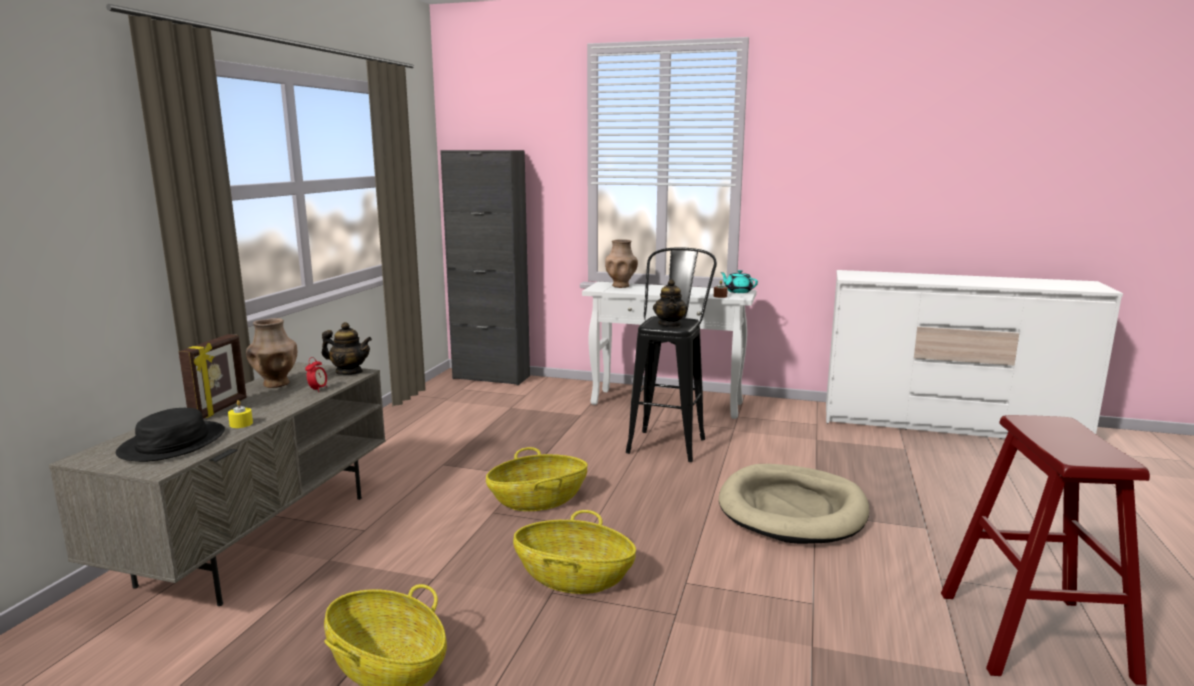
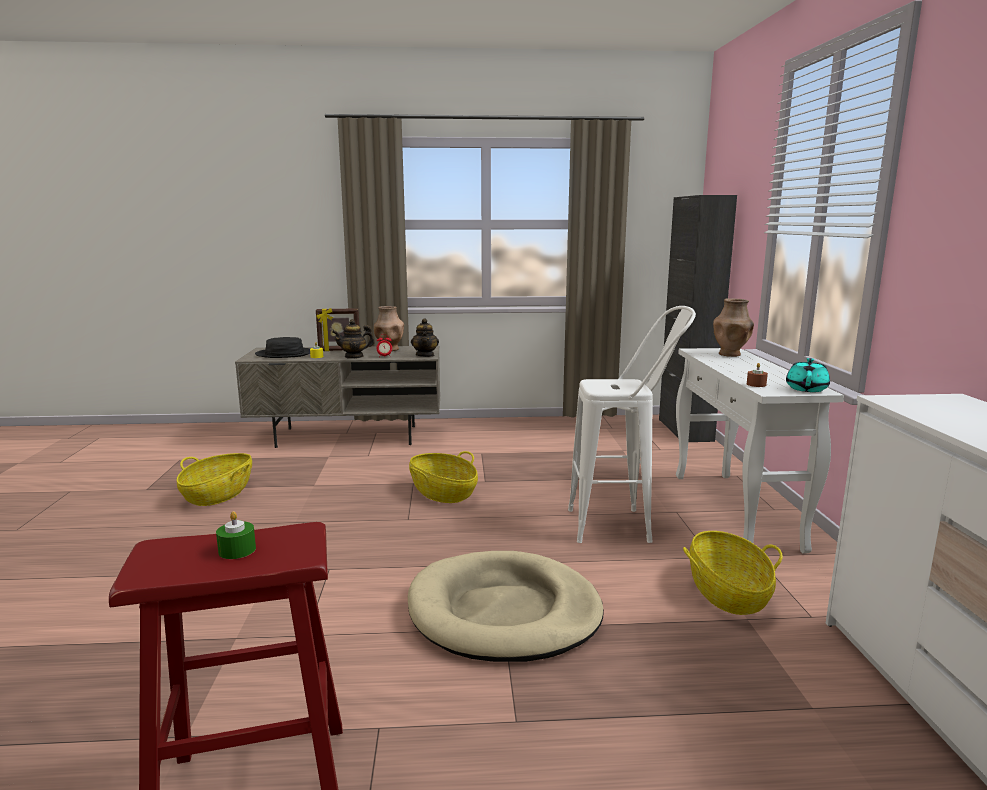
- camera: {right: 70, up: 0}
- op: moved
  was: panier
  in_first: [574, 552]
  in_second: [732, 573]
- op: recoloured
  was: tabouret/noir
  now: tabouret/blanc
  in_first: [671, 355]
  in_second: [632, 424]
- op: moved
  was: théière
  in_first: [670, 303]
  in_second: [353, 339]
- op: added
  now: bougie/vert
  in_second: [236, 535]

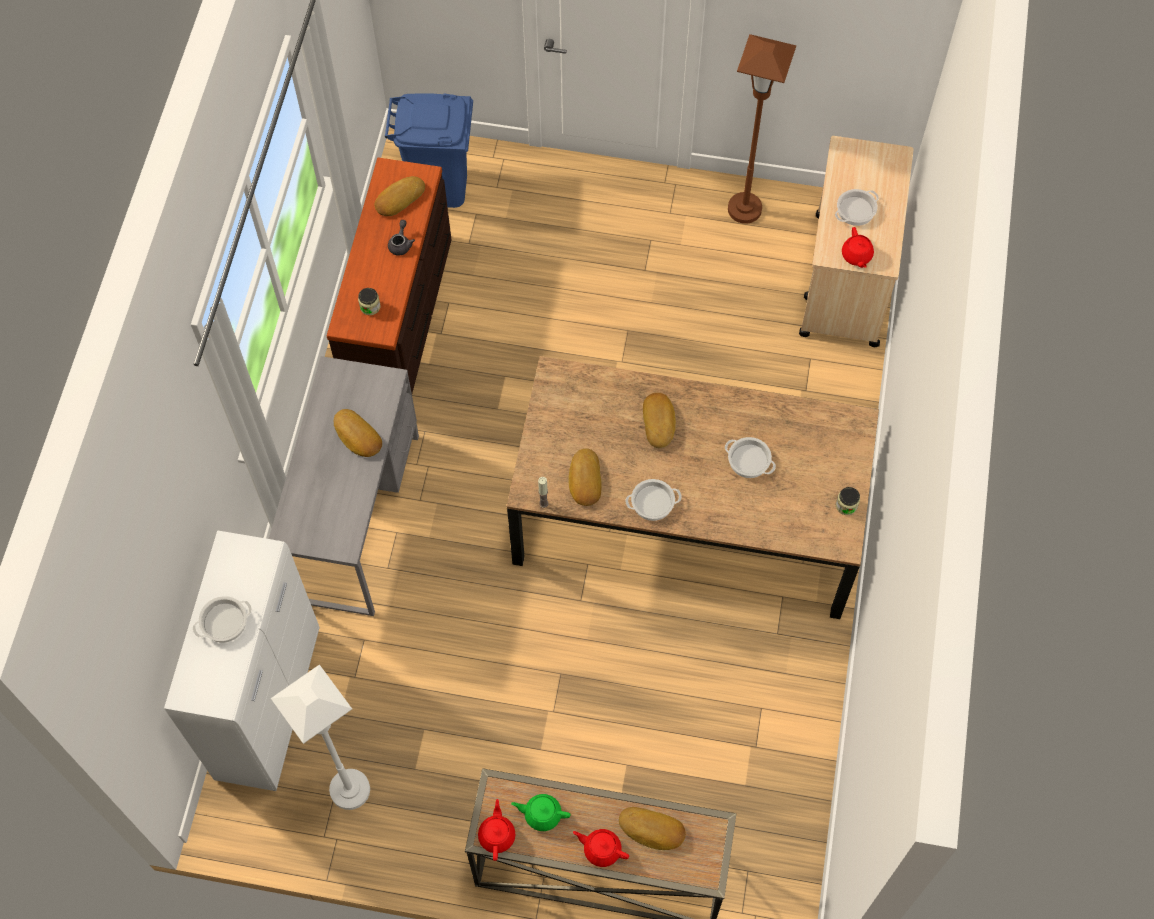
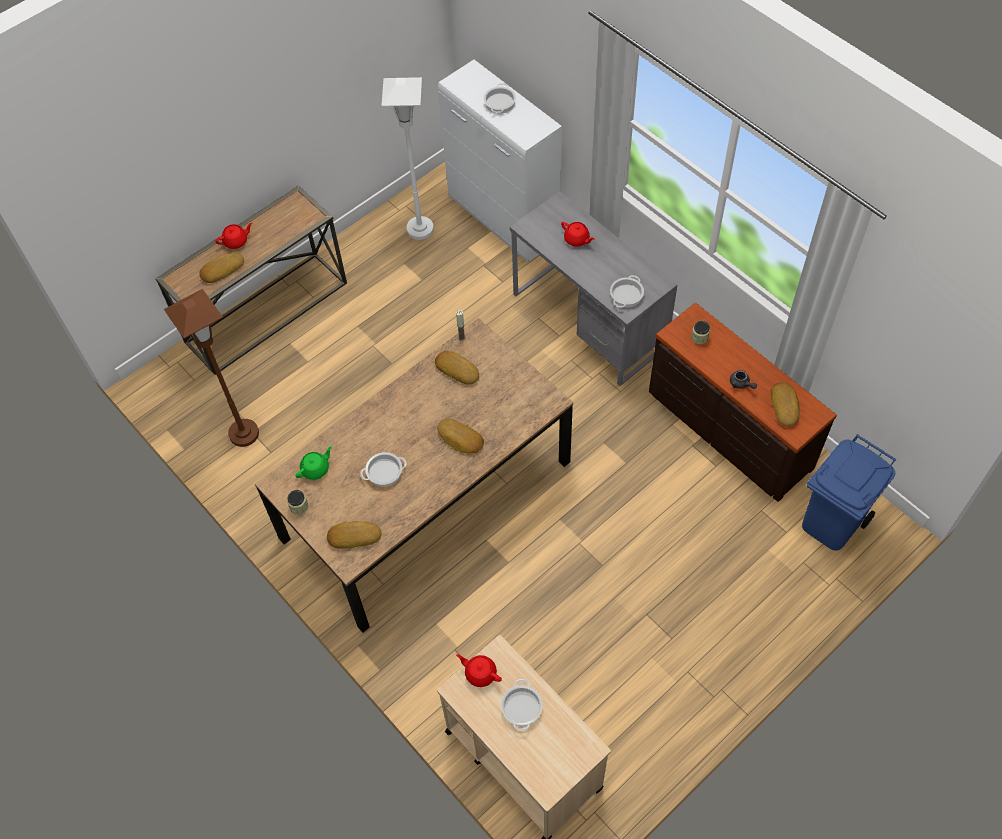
- camera: {right: 130, up: -5}
- op: moved
  was: pain
  in_first: [358, 433]
  in_second: [354, 535]
- op: moved
  was: théière/rouge
  in_first: [496, 830]
  in_second: [578, 234]
- op: moved
  was: théière/vert
  in_first: [541, 812]
  in_second: [313, 463]
- op: moved
  was: marmite
  in_first: [653, 500]
  in_second: [627, 291]
- op: moved
  was: lampadaire/marron
  in_first: [762, 129]
  in_second: [211, 368]

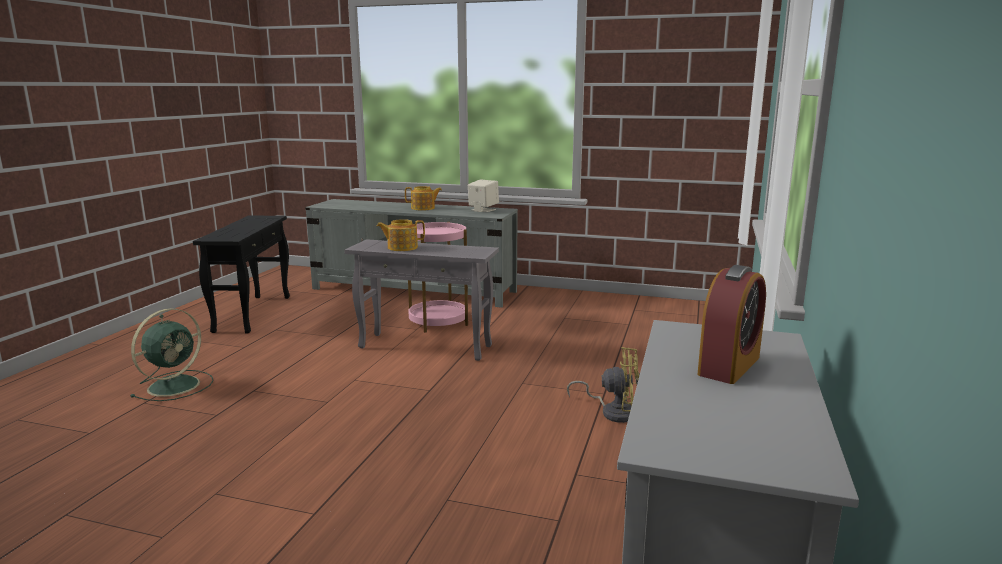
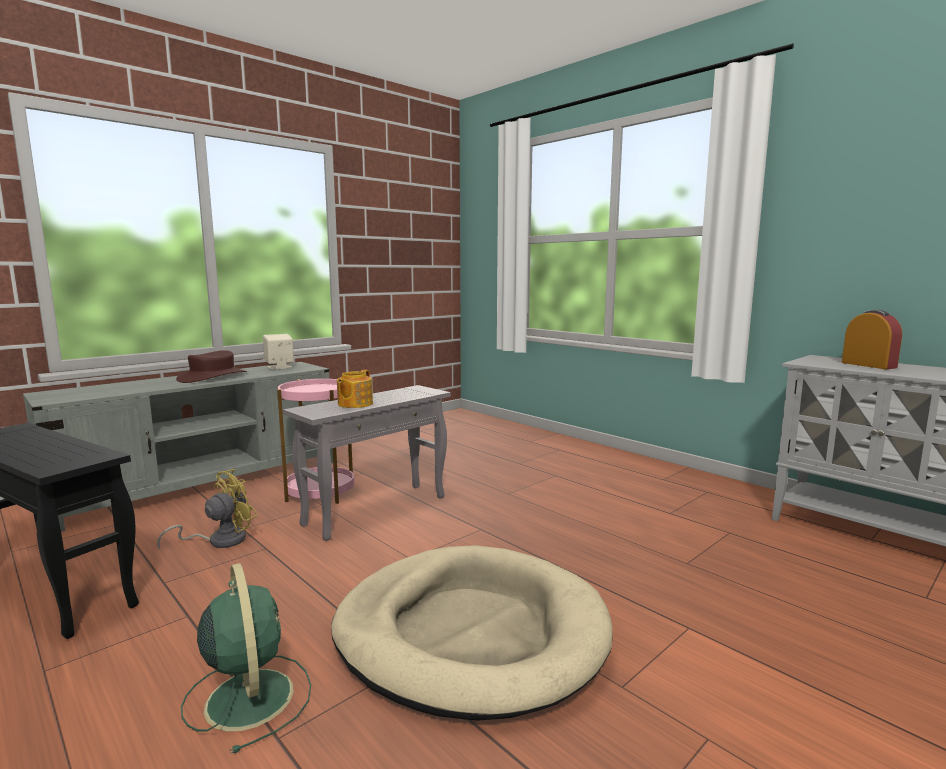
- camera: {right: -60, up: -5}
- op: replaced
  was: théière
  now: chapeau/marron
  in_first: [423, 198]
  in_second: [211, 366]
- op: moved
  was: ventilateur/jaune
  in_first: [603, 385]
  in_second: [207, 509]
- op: added
  now: panier pour chien/beige
  in_second: [472, 633]

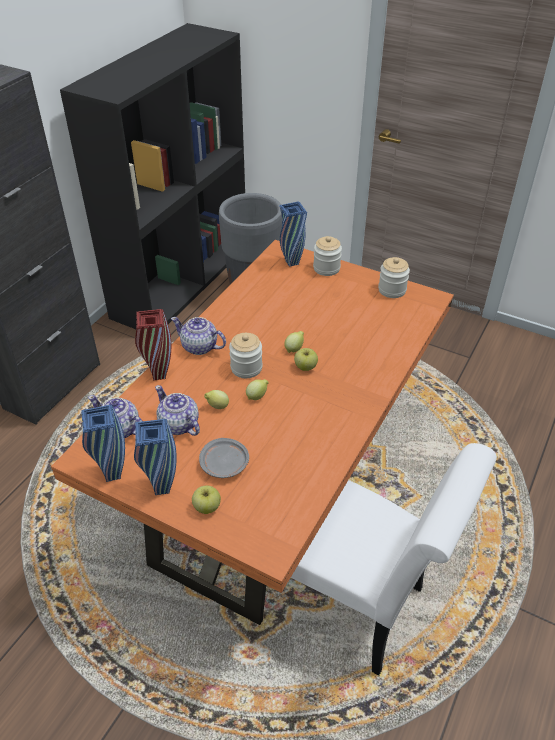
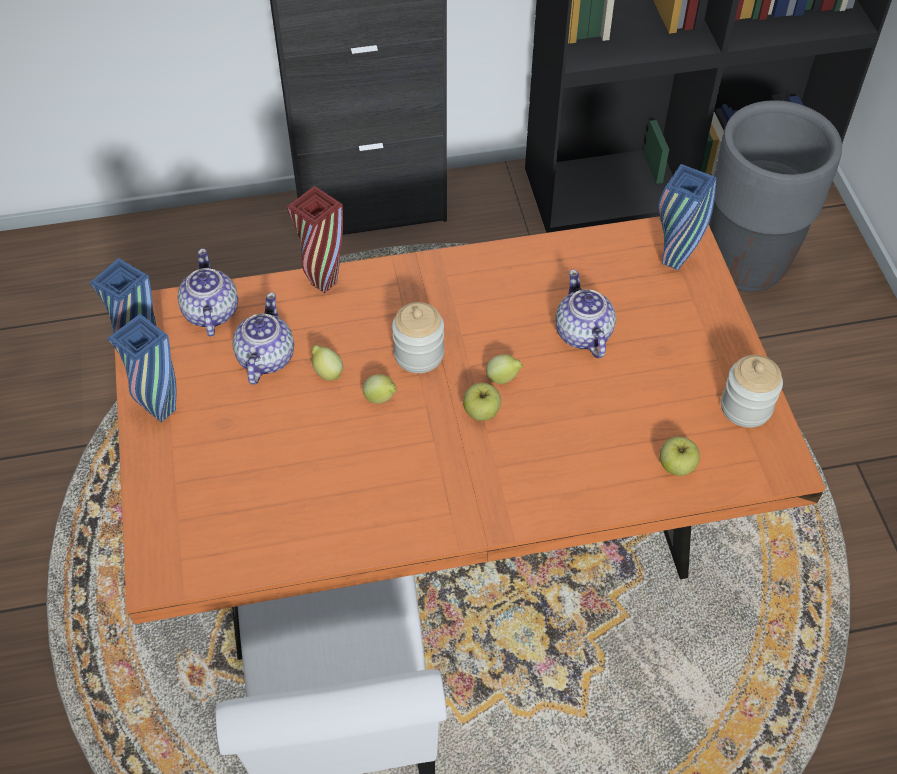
- camera: {right: 50, up: 10}
- op: moved
  was: théière
  in_first: [198, 336]
  in_second: [585, 314]
- op: moved
  was: pomme
  in_first: [206, 499]
  in_second: [680, 456]
- op: removed
  was: assiette/gris
  in_first: [224, 458]
- op: removed
  was: bocal
  in_first: [327, 256]

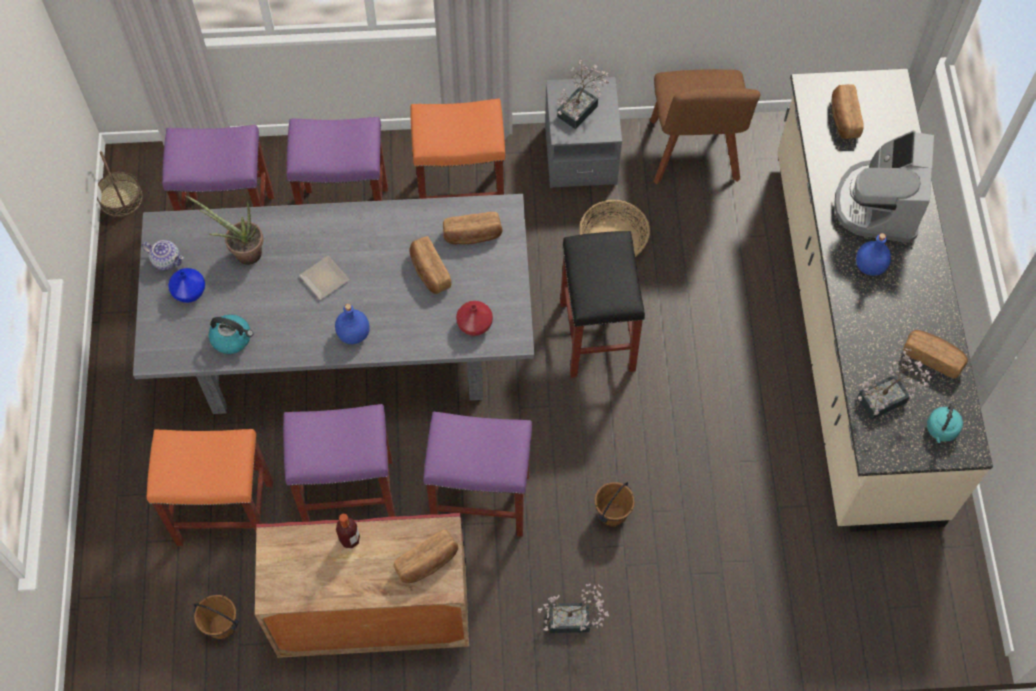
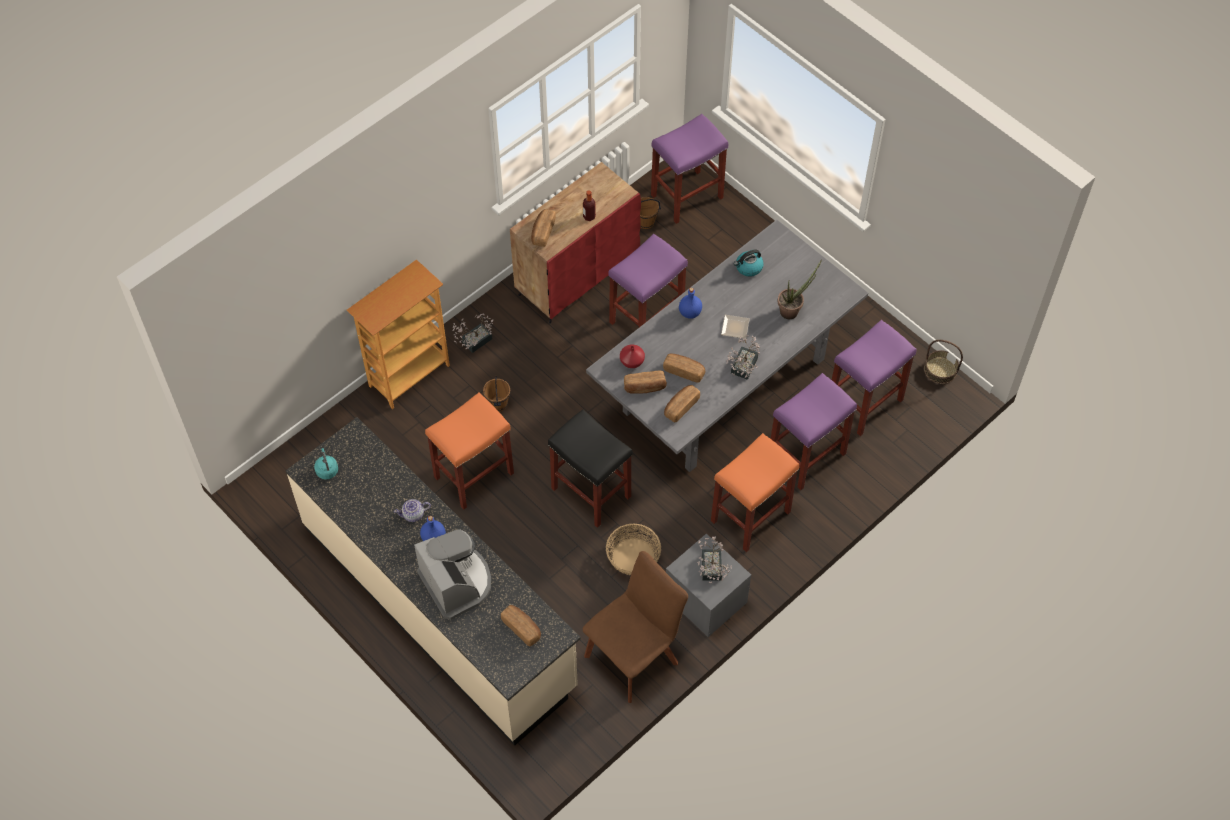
- camera: {right: 140, up: -5}
- op: moved
  was: théière
  in_first: [162, 255]
  in_second: [412, 510]
- op: moved
  was: tabouret/orange
  in_first: [210, 487]
  in_second: [469, 451]
- op: removed
  was: vase/bleu
  in_first: [186, 285]
- op: moved
  was: tabouret/violet
  in_first: [477, 474]
  in_second: [689, 169]
- op: turned
  was: chaise/marron
  in_first: [705, 126]
  in_second: [635, 627]
  clockwise: 90
- op: moved
  was: plante en pot
  in_first: [894, 384]
  in_second: [743, 357]
- op: moved
  was: pain
  in_first: [935, 354]
  in_second: [645, 382]
- op: added
  now: bibliothèque
  in_second: [398, 334]

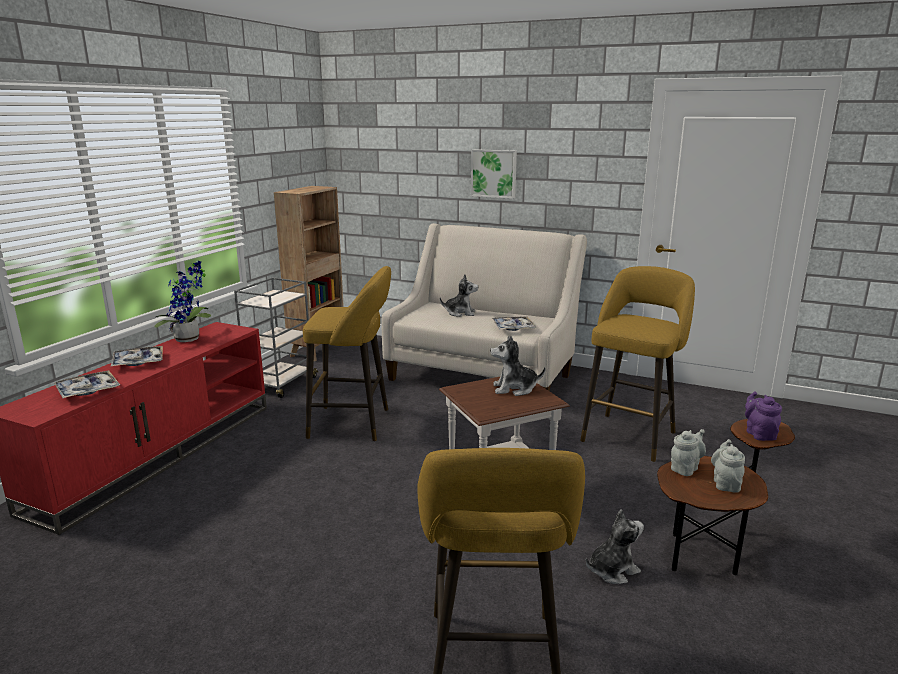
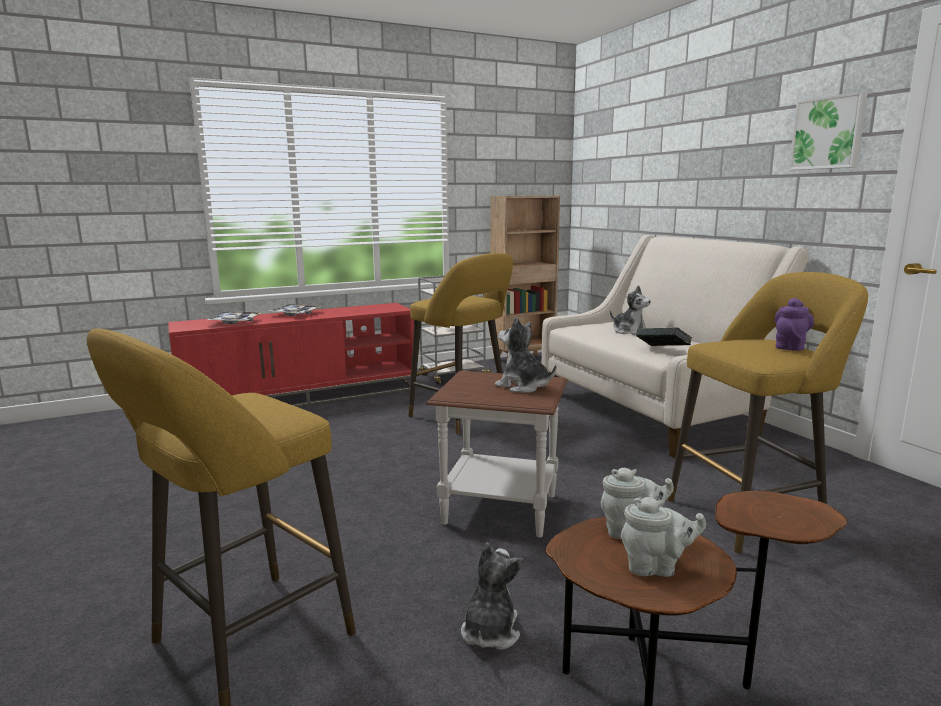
- camera: {right: 40, up: -5}
- op: removed
  was: plante en pot
  in_first: [182, 301]
- op: moved
  was: tableau
  in_first: [494, 174]
  in_second: [828, 130]
- op: replaced
  was: plateau
  now: livre
  in_first: [514, 324]
  in_second: [664, 336]
- op: turned
  was: peluche
  in_first: [615, 547]
  in_second: [492, 596]
  clockwise: -90
- op: turned
  was: théière/gris
  in_first: [728, 466]
  in_second: [663, 537]
  clockwise: 45
- op: moved
  was: théière/violet
  in_first: [763, 416]
  in_second: [794, 324]

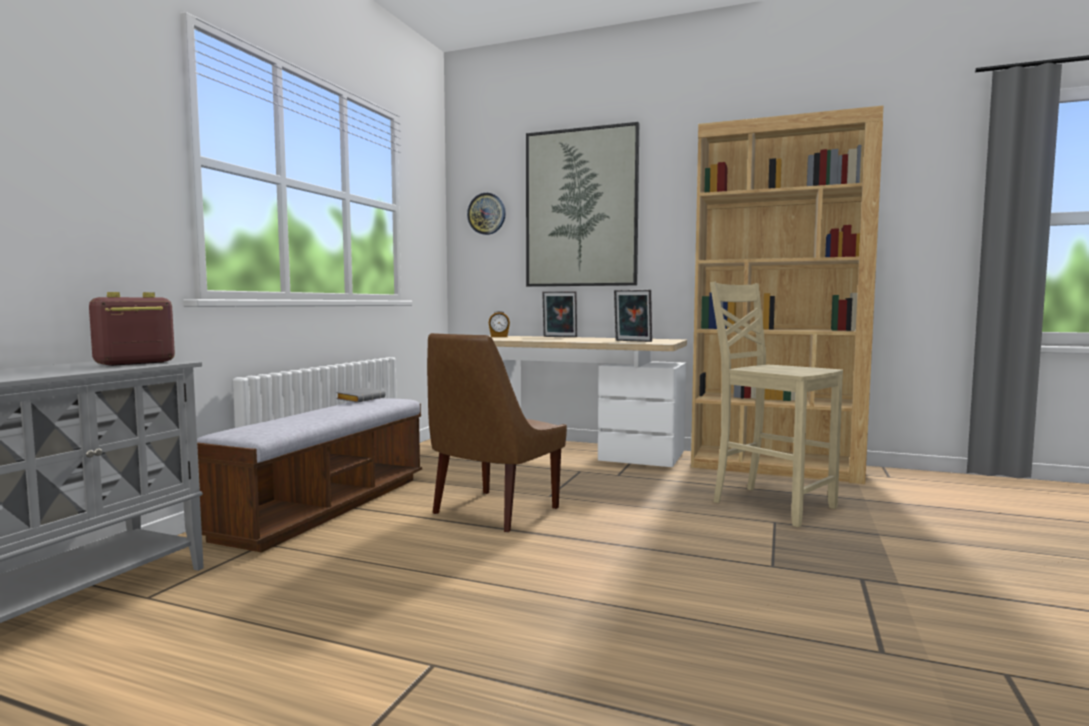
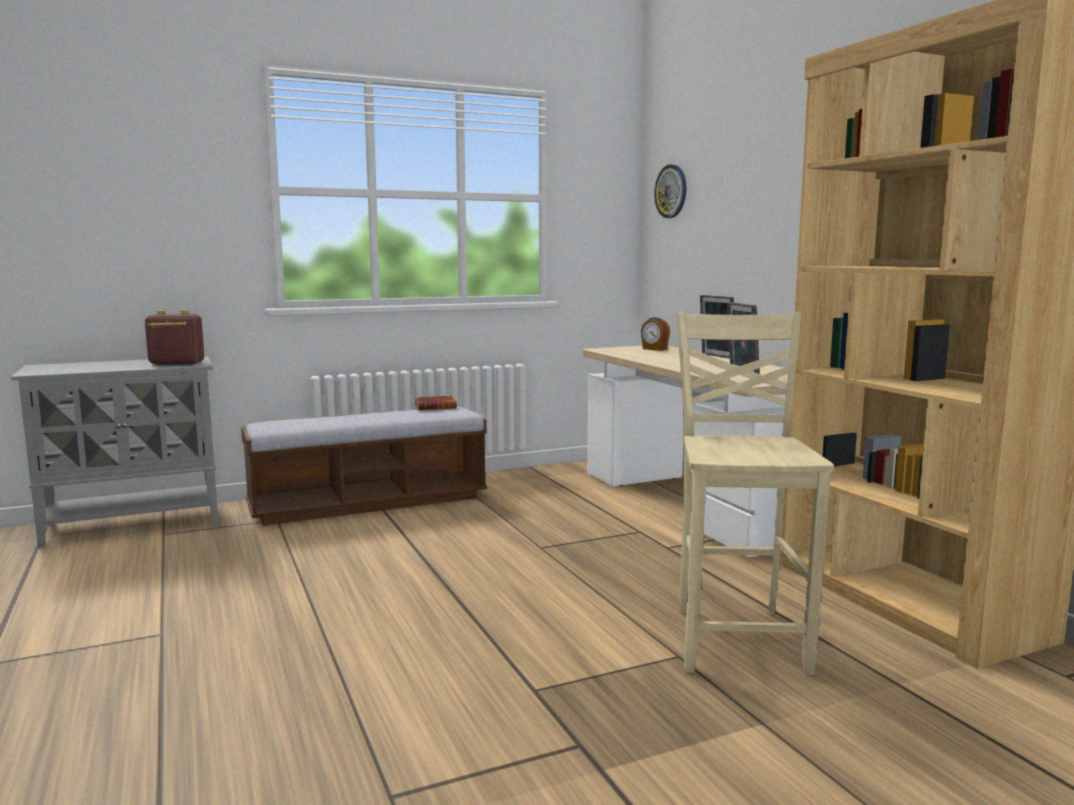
- camera: {right: 45, up: 5}
- op: recoloured
  was: livre/gris
  now: livre/marron
  in_first: [360, 395]
  in_second: [435, 402]
- op: removed
  was: chaise/marron
  in_first: [497, 433]
- op: removed
  was: tableau
  in_first: [582, 204]

